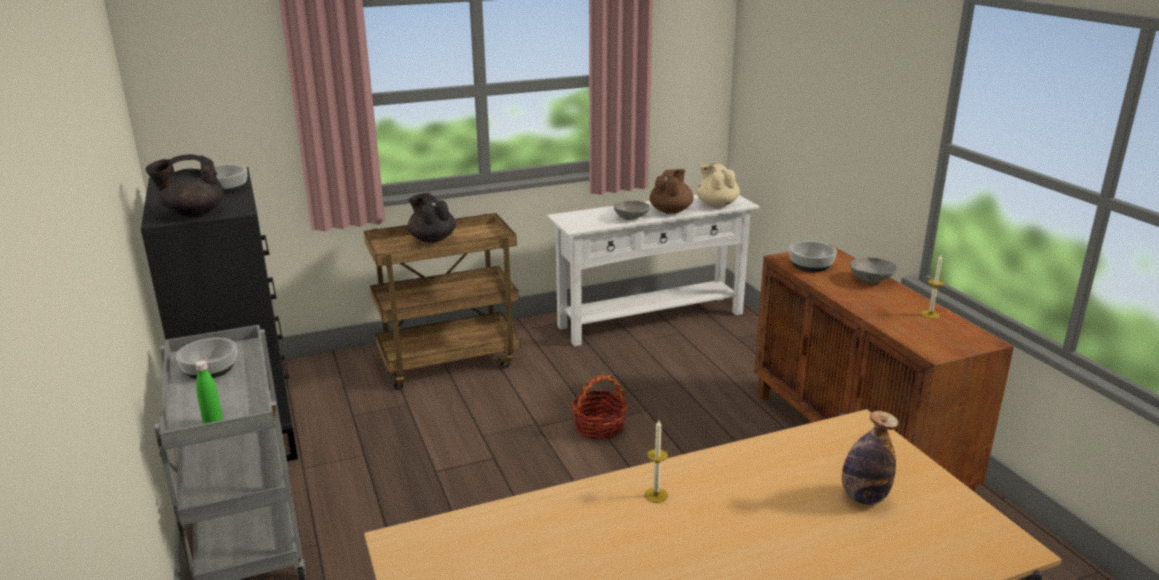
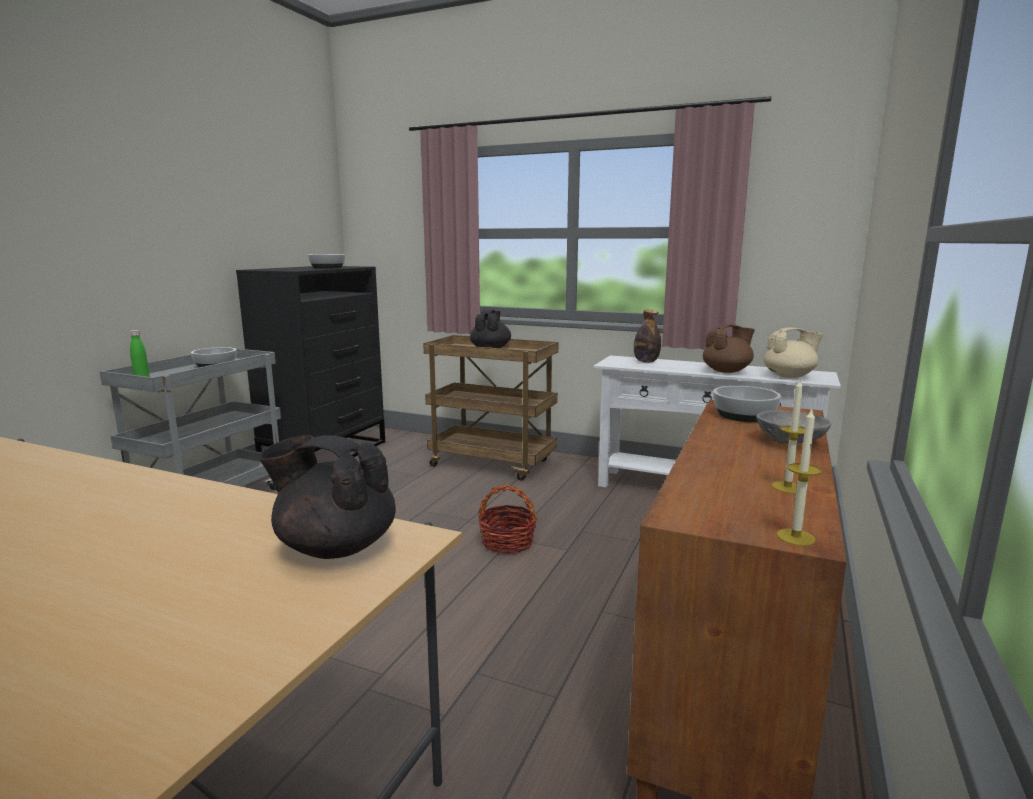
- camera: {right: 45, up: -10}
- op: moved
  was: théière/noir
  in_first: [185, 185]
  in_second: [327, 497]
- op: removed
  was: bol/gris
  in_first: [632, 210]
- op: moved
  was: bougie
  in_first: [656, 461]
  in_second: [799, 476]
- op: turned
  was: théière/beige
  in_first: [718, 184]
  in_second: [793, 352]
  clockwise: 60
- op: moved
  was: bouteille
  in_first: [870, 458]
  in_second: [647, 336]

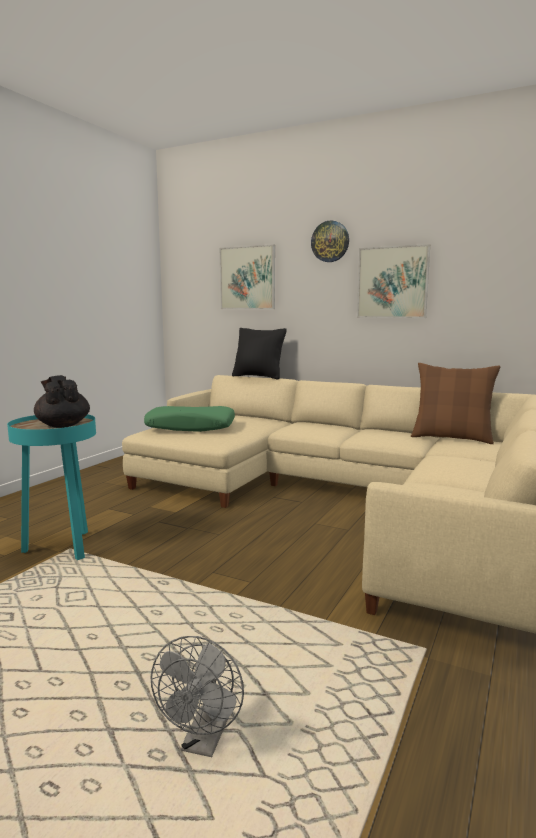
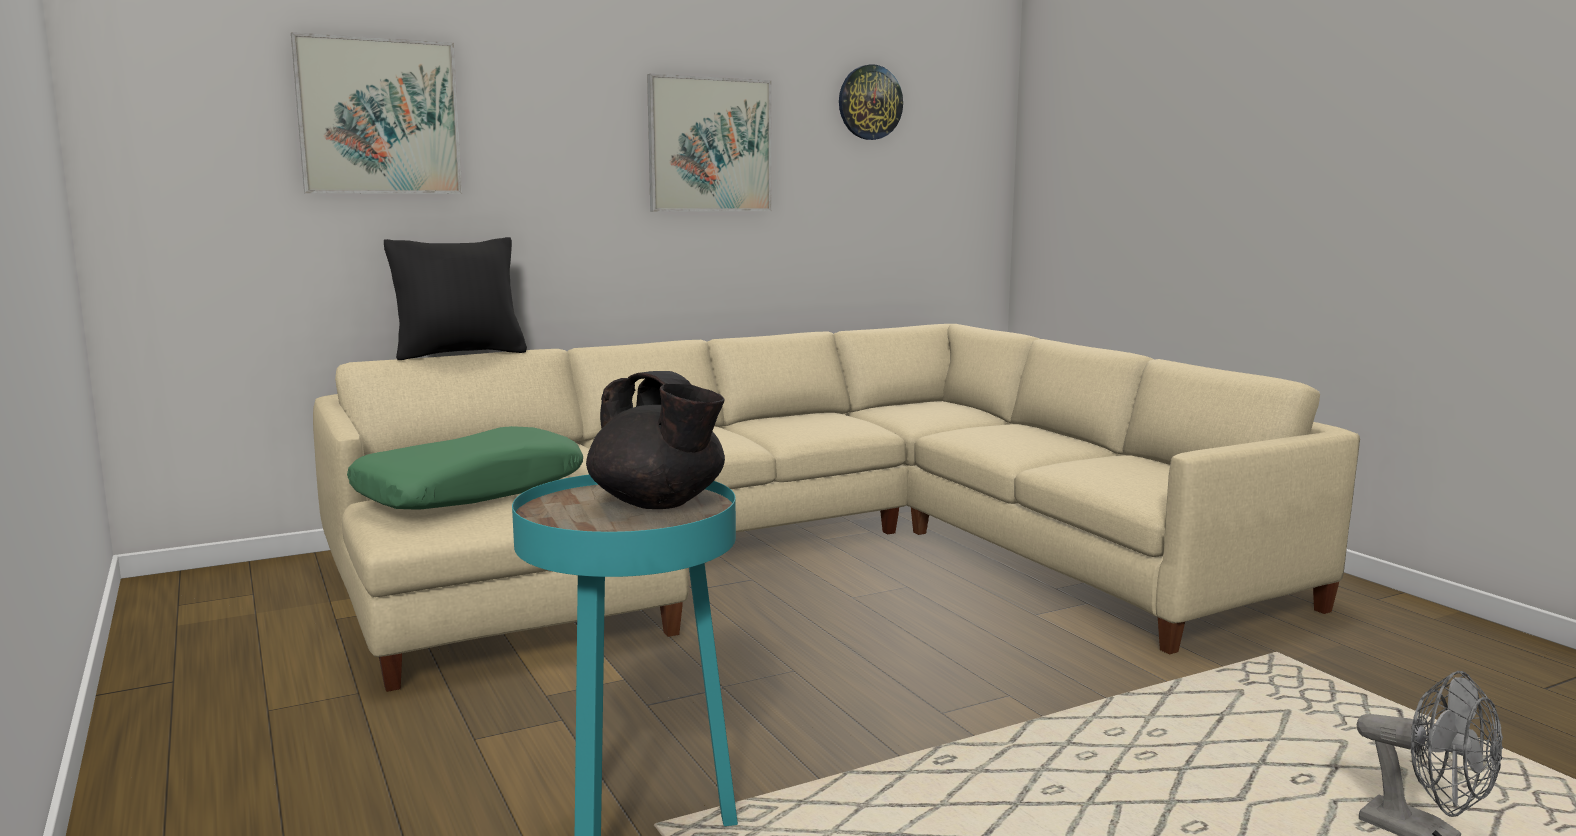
- camera: {right: -55, up: 0}
- op: turned
  was: théière/noir
  in_first: [62, 401]
  in_second: [655, 440]
  clockwise: -135
- op: moved
  was: horloge murale
  in_first: [330, 241]
  in_second: [871, 102]
- op: removed
  was: coussin/marron
  in_first: [455, 403]

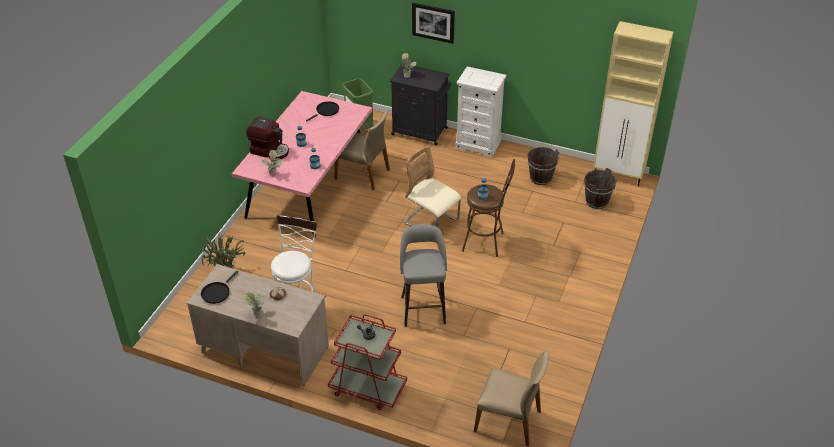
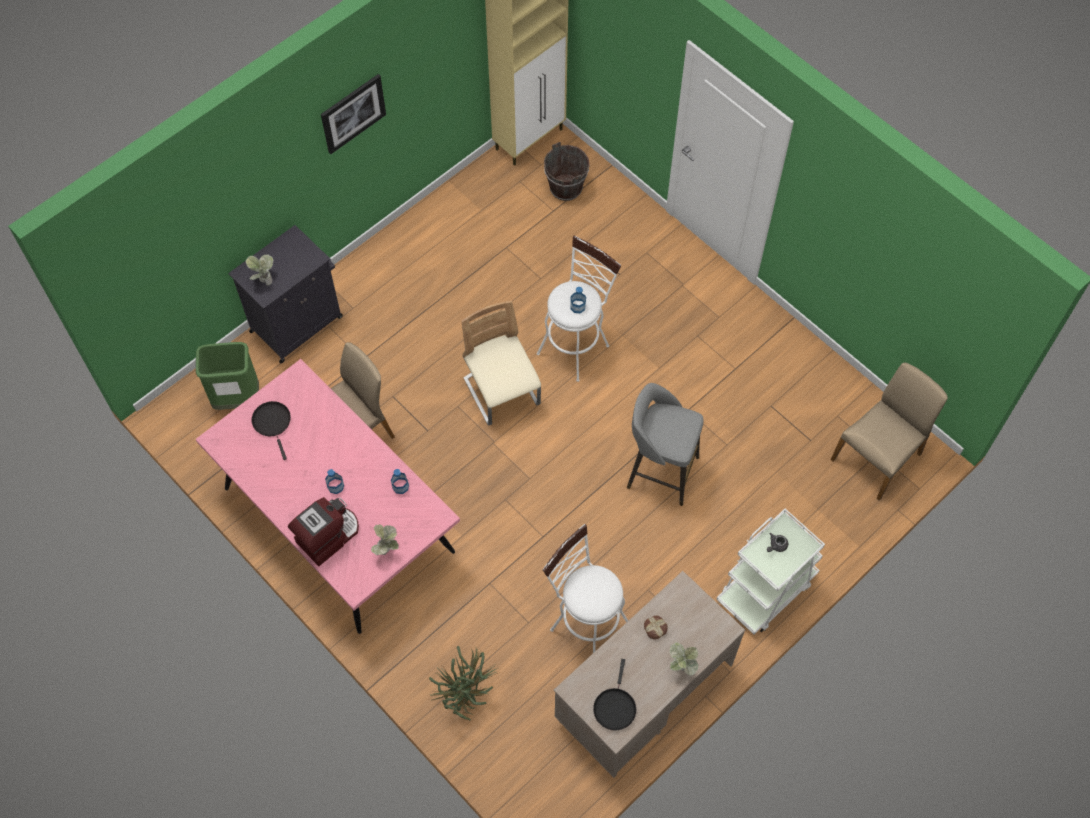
- camera: {right: -65, up: 20}
- op: turned
  was: poêle/noir
  in_first: [219, 287]
  in_second: [614, 694]
  clockwise: 45
- op: recoloured
  was: chariot/rouge
  now: chariot/blanc
  in_first: [367, 362]
  in_second: [771, 571]
- op: turned
  was: chaise/beige
  in_first: [432, 186]
  in_second: [501, 363]
  clockwise: 90
- op: moved
  was: tableau
  in_first: [433, 23]
  in_second: [353, 114]
- op: removed
  was: commode/blanc
  in_first: [480, 111]
- op: recoloured
  was: tabouret/marron
  now: tabouret/blanc
  in_first: [488, 208]
  in_second: [579, 309]
- op: removed
  was: seau/marron
  in_first: [543, 166]

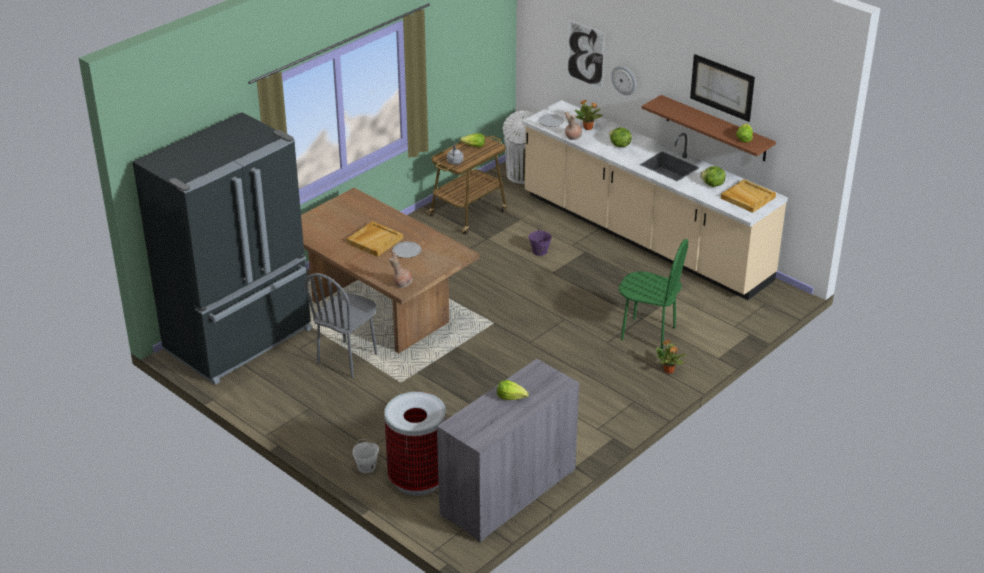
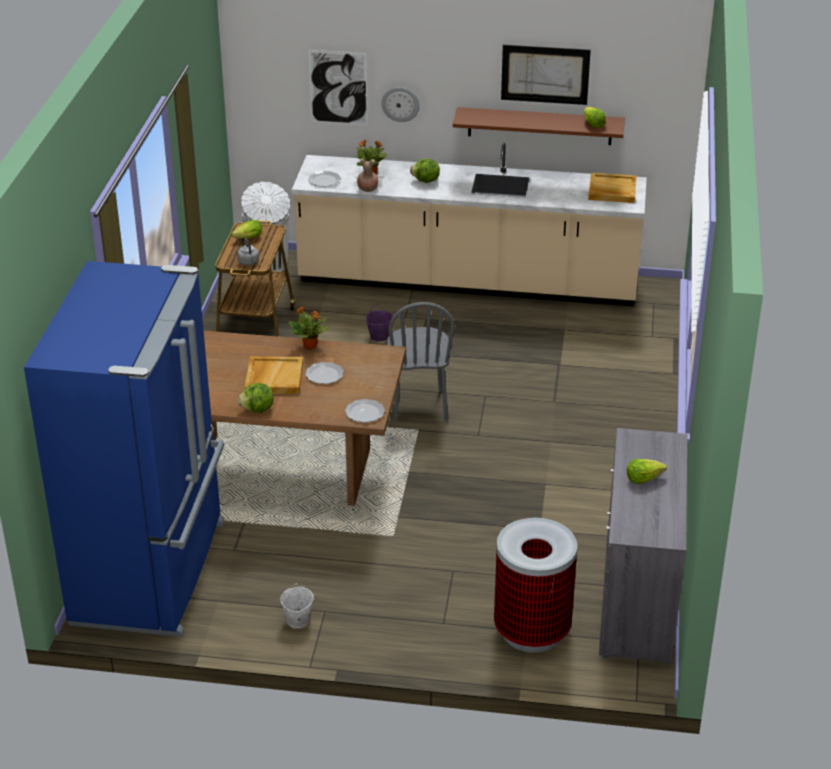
- camera: {right: -35, up: 0}
- op: recoloured
  was: réfrigérateur/noir
  now: réfrigérateur/bleu
  in_first: [222, 248]
  in_second: [124, 449]
- op: moved
  was: chaise/gris
  in_first: [341, 325]
  in_second: [421, 362]
- op: moved
  was: seau/blanc
  in_first: [366, 456]
  in_second: [297, 606]
- op: replaced
  was: vase/marron
  now: assiette
  in_first: [401, 270]
  in_second: [365, 411]
- op: removed
  was: chaise/vert
  in_first: [653, 294]
- op: moved
  was: plante en pot
  in_first: [671, 357]
  in_second: [309, 328]
- op: moved
  was: laitue
  in_first: [713, 176]
  in_second: [255, 398]

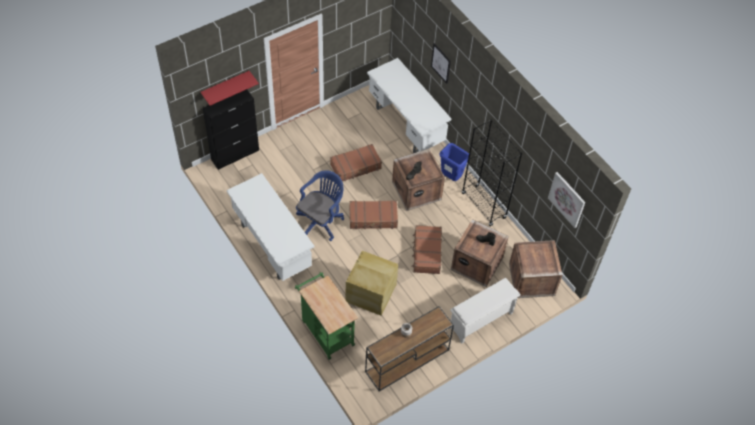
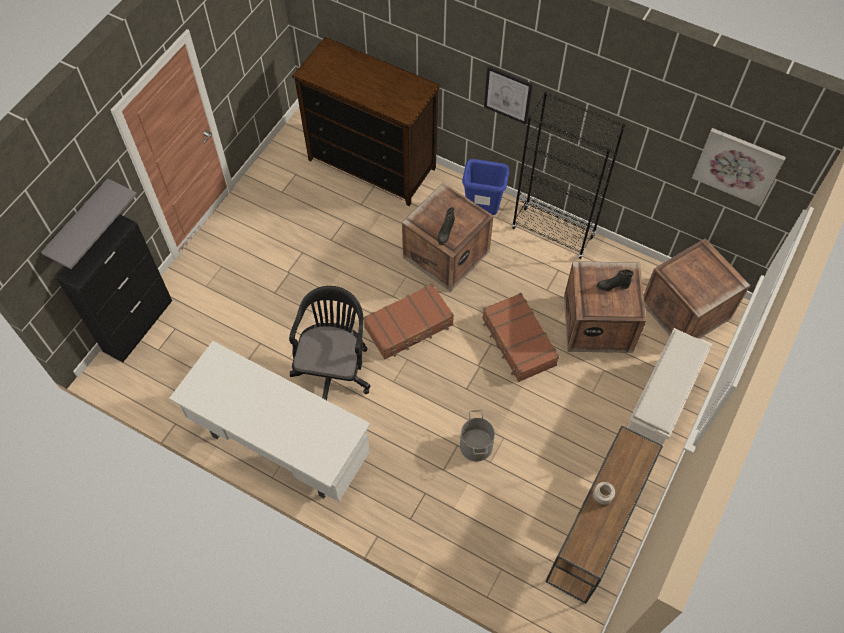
- camera: {right: -25, up: 5}
- op: recoloured
  was: étagère/rouge
  now: étagère/gris
  in_first: [230, 88]
  in_second: [89, 223]
- op: removed
  was: chariot/vert
  in_first: [326, 316]
- op: recoloured
  was: chaise de bureau/bleu
  now: chaise de bureau/noir
  in_first: [320, 205]
  in_second: [329, 343]
- op: removed
  was: valise/marron
  in_first: [356, 162]
- op: replaced
  was: boîte de rangement/beige
  now: seau/gris
  in_first: [371, 283]
  in_second: [477, 435]
- op: replaced
  was: bureau/blanc
  now: commode
  in_first: [409, 105]
  in_second: [366, 121]
- op: moved
  was: tableau
  in_first: [441, 63]
  in_second: [508, 95]

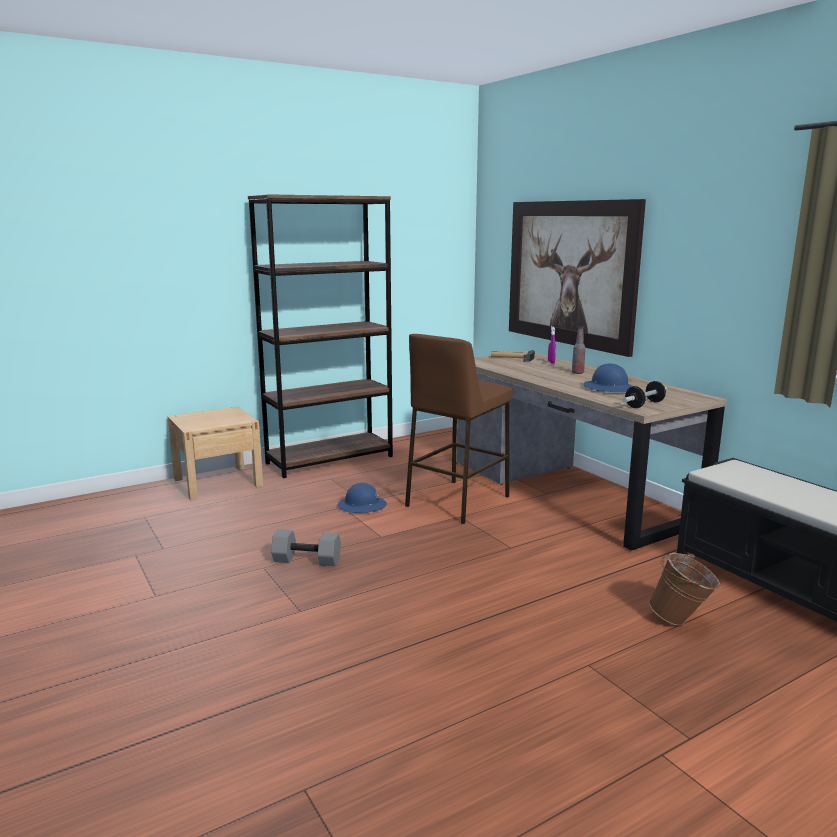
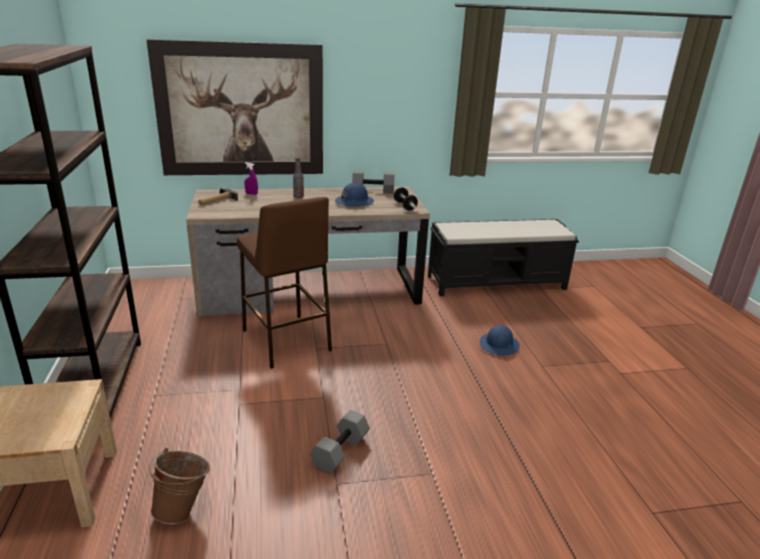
- camera: {right: -70, up: 10}
- op: moved
  was: casque de chantier/bleu
  in_first: [362, 498]
  in_second: [499, 340]
- op: moved
  was: seau/marron
  in_first: [684, 589]
  in_second: [179, 486]
- op: added
  now: haltère/gris
  in_second: [373, 181]

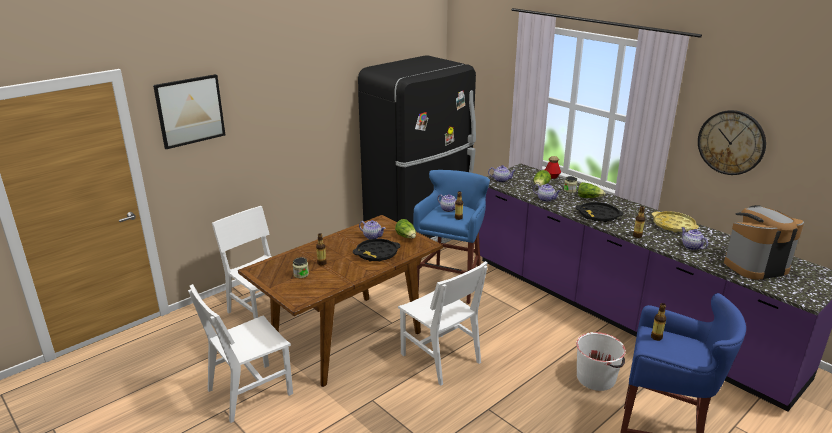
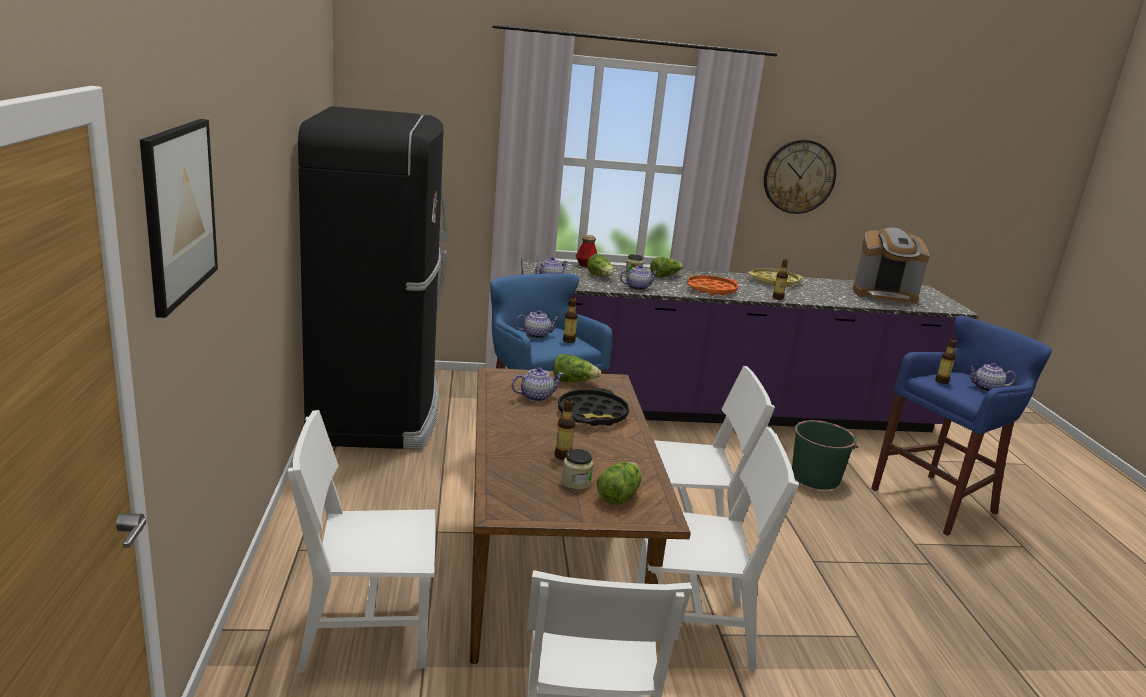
- camera: {right: -55, up: -5}
- op: recoloured
  was: plateau/noir
  now: plateau/orange
  in_first: [599, 212]
  in_second: [712, 285]
- op: recoloured
  was: seau/blanc
  now: seau/vert
  in_first: [601, 361]
  in_second: [825, 455]
- op: moved
  was: théière
  in_first: [694, 238]
  in_second: [992, 377]
- op: turned
  was: machine à café
  in_first: [764, 242]
  in_second: [891, 266]
  clockwise: -105
- op: added
  now: laitue
  in_second: [619, 483]
- op: added
  now: chaise/blanc
  in_second: [717, 548]

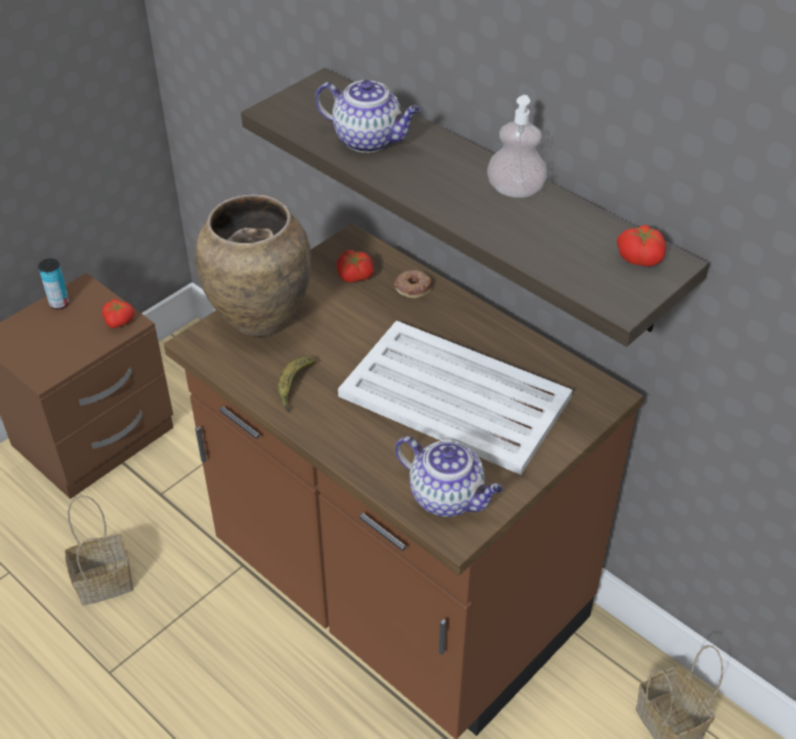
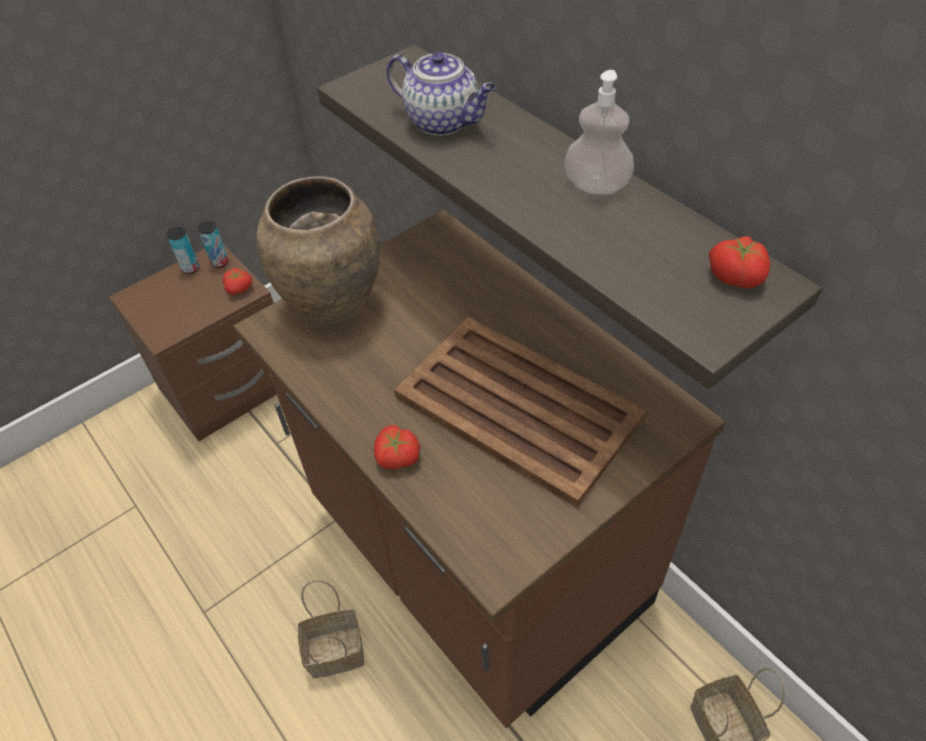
- camera: {right: 10, up: 5}
- op: moved
  was: panier
  in_first: [99, 551]
  in_second: [331, 629]
- op: removed
  was: banane
  in_first: [297, 384]
- op: moved
  was: tomate
  in_first: [355, 266]
  in_second: [397, 447]
- op: recoloured
  was: plateau/blanc
  now: plateau/marron
  in_first: [455, 397]
  in_second: [520, 412]
- op: removed
  was: beignet
  in_first: [413, 284]
- op: removed
  was: théière
  in_first: [449, 476]
- op: added
  now: boîte métallique
  in_second: [213, 244]

